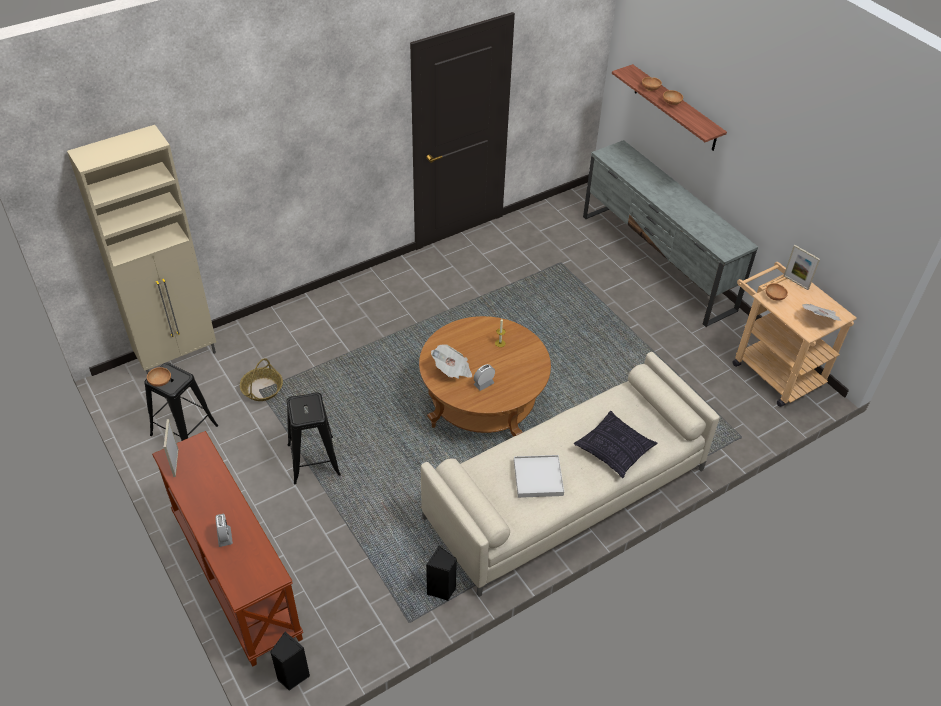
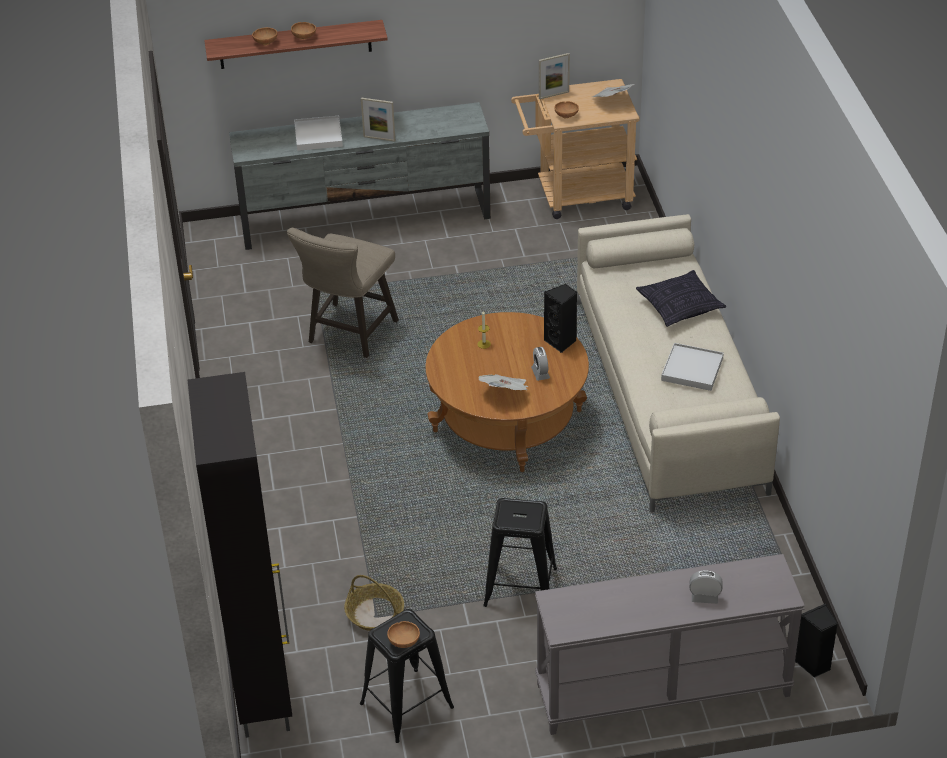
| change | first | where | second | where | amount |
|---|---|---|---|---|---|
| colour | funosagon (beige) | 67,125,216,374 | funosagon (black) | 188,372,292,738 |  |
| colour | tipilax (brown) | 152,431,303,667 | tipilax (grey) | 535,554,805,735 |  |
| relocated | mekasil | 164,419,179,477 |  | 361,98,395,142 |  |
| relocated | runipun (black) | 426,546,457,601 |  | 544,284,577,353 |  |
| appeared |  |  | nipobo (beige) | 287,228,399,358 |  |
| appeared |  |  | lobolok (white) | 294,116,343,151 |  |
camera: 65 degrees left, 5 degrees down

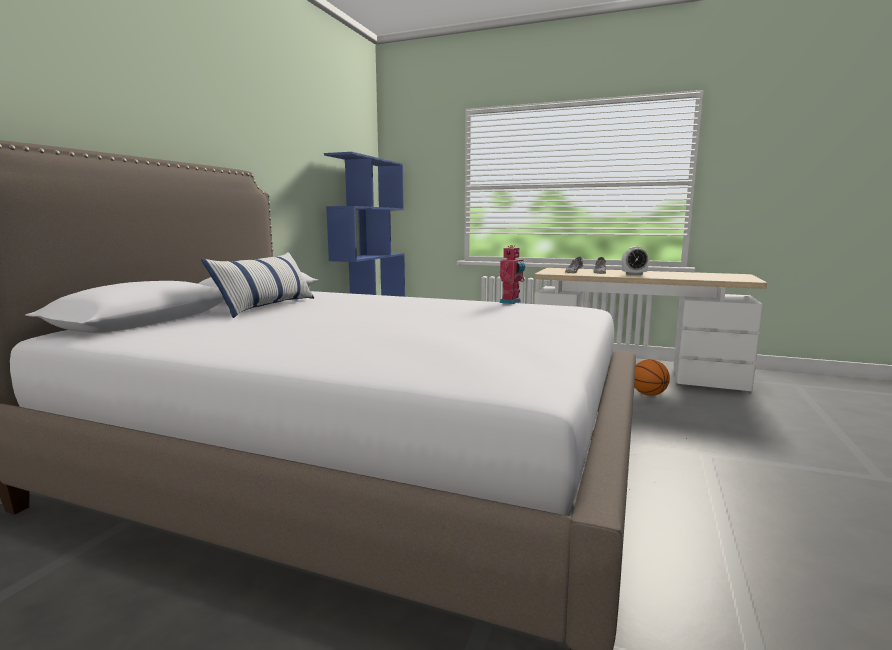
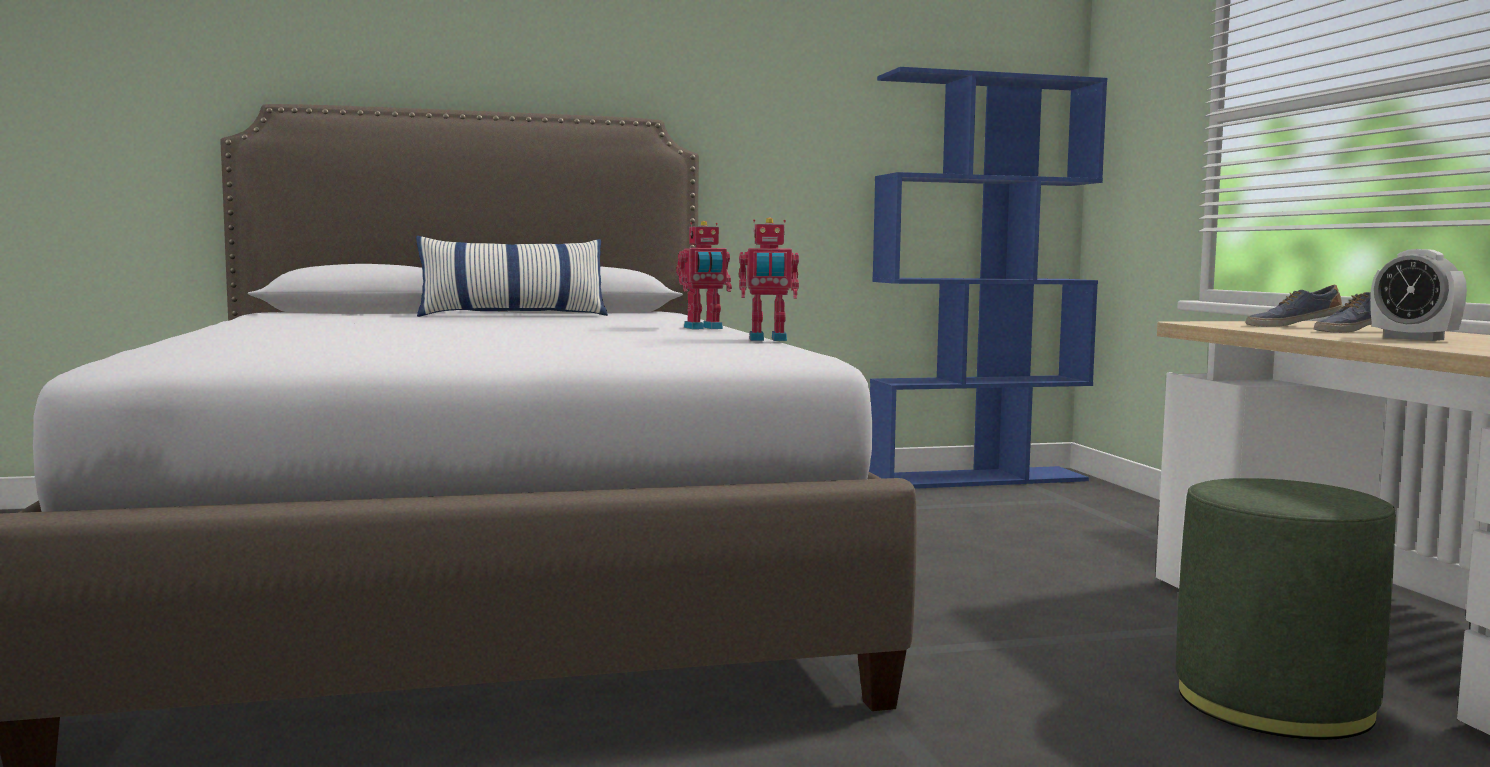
| change | first | where | second | where | amount |
|---|---|---|---|---|---|
| exchanged | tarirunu | 634,359,670,396 | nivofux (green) | 1176,478,1396,740 |  |
| appeared |  |  | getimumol | 676,221,732,329 |  |
camera: 55 degrees right, 5 degrees down

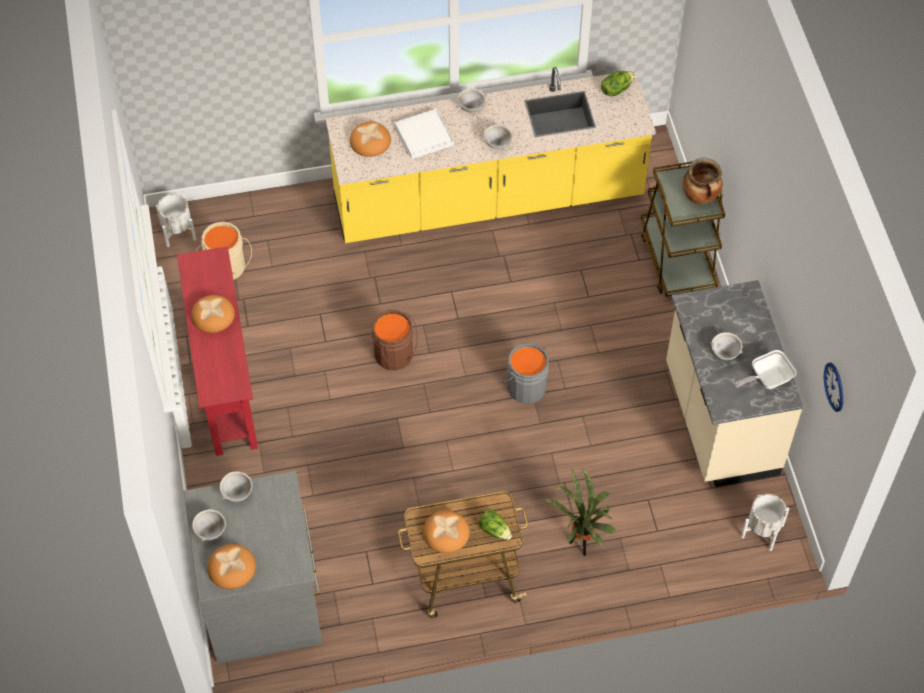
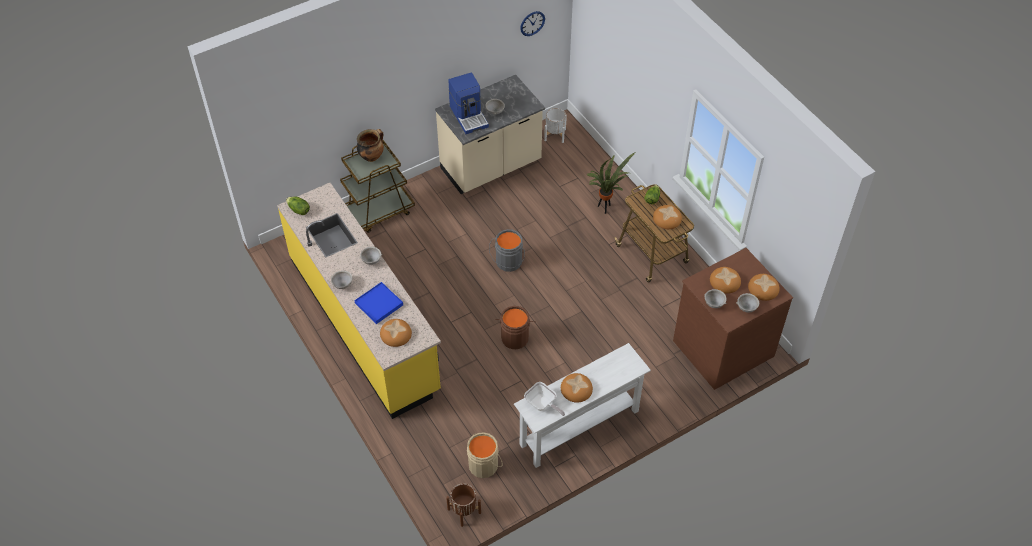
| change | first | where | second | where | amount |
|---|---|---|---|---|---|
| colour | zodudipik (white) | 156,194,196,247 | zodudipik (brown) | 446,483,481,527 |  |
| colour | tipilax (red) | 177,246,258,456 | tipilax (white) | 514,343,651,468 |  |
| colour | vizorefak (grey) | 184,471,322,664 | vizorefak (brown) | 673,248,793,390 |  |
| colour | lobolok (white) | 395,109,454,159 | lobolok (blue) | 355,282,403,324 |  |
| relocated | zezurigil | 735,350,796,389 |  | 524,382,565,416 |  |
| appeared |  |  | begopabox | 448,73,489,134 |  |
| appeared |  |  | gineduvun | 710,267,741,294 |  |
camera: 110 degrees left, 5 degrees down

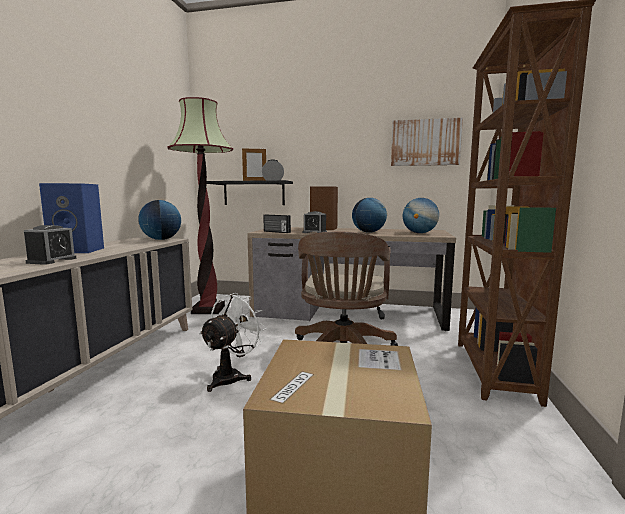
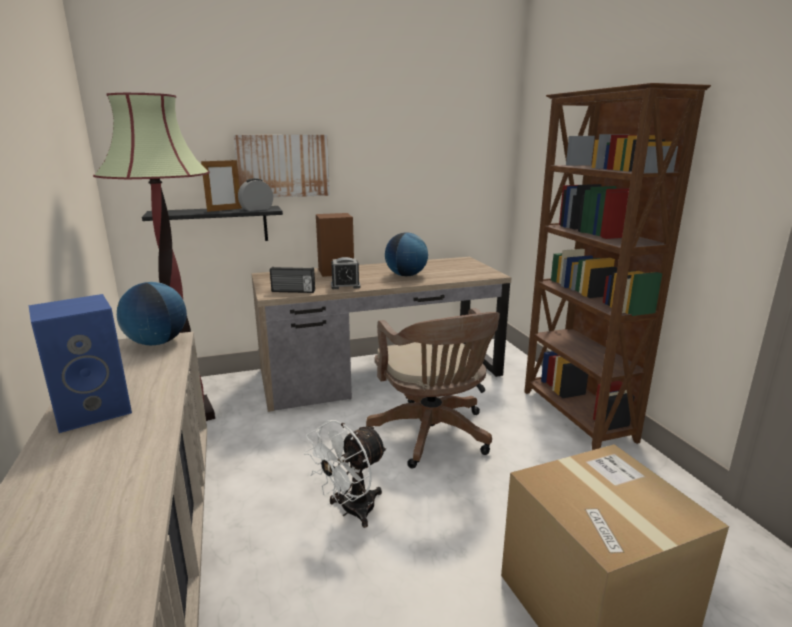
| change | first | where | second | where | amount |
|---|---|---|---|---|---|
| missing | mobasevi | 24,225,76,265 |  |  |  |
| spun | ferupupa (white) | 199,293,267,392 |  | 304,420,387,528 | 135 degrees counterclockwise |
| relocated | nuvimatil | 391,118,463,166 |  | 234,135,330,198 |  |
| missing | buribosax | 403,198,439,233 |  |  |  |
camera: 30 degrees left, 10 degrees up

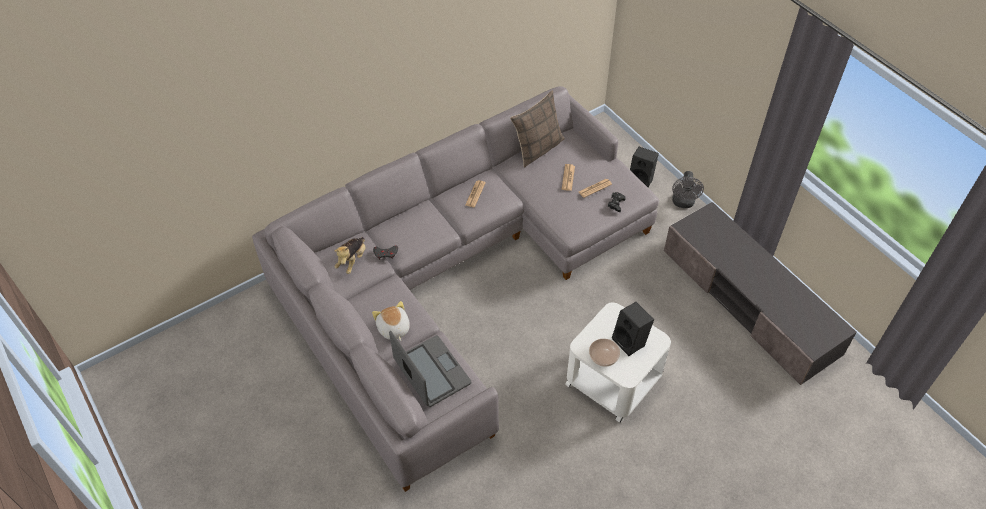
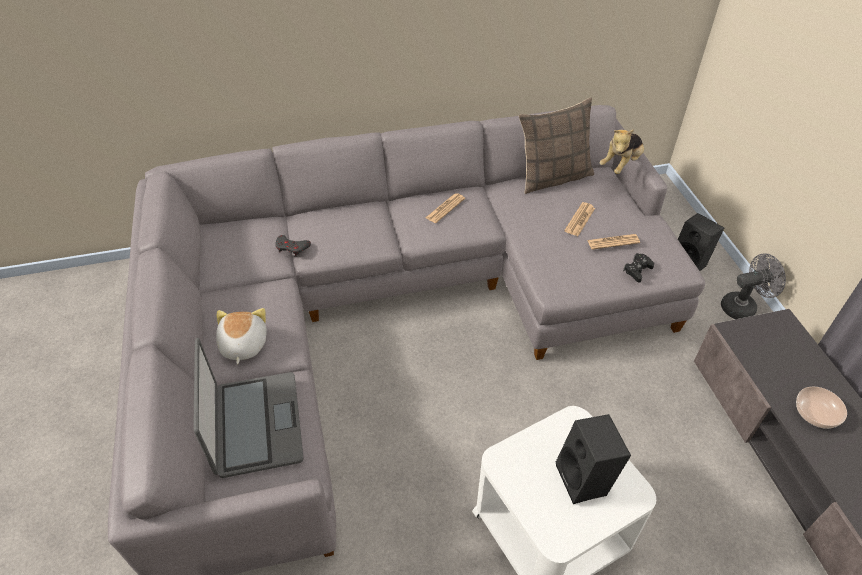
| change | first | where | second | where | amount |
|---|---|---|---|---|---|
| relocated | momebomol | 335,237,366,274 |  | 599,129,644,174 |  |
| relocated | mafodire | 589,339,620,367 |  | 796,387,847,429 |  |
| spun | ferupupa (grey) | 672,171,704,208 |  | 721,253,786,319 | 135 degrees counterclockwise |
camera: 20 degrees right, 5 degrees down

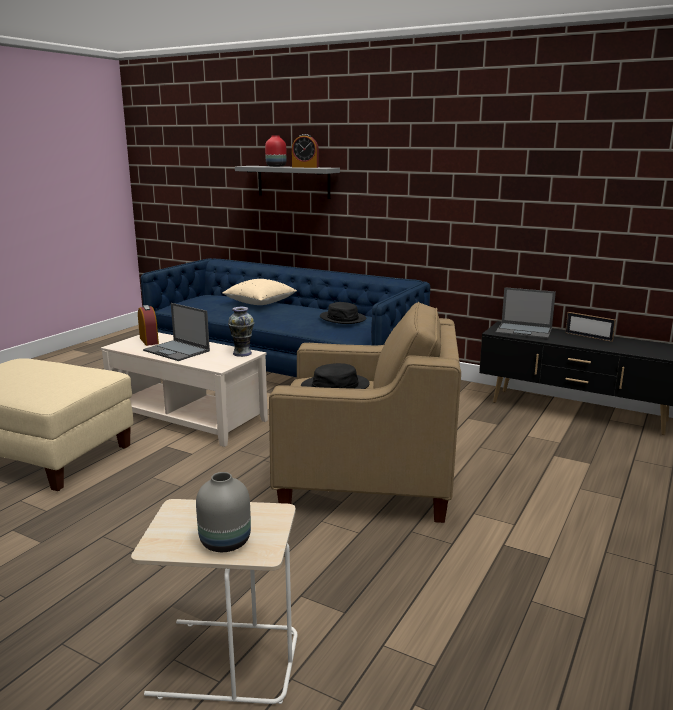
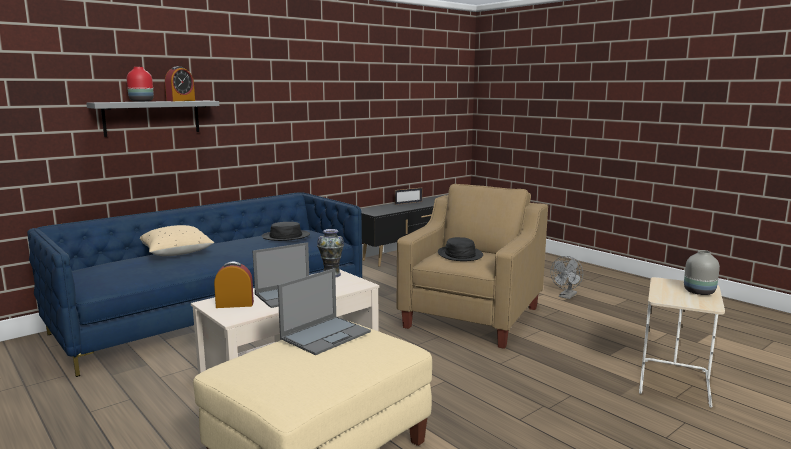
| change | first | where | second | where | amount |
|---|---|---|---|---|---|
| relocated | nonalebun | 495,287,556,339 |  | 278,268,371,355 |  |
| appeared |  |  | ferupupa (grey) | 551,256,583,299 |  |
camera: 70 degrees left, 5 degrees down

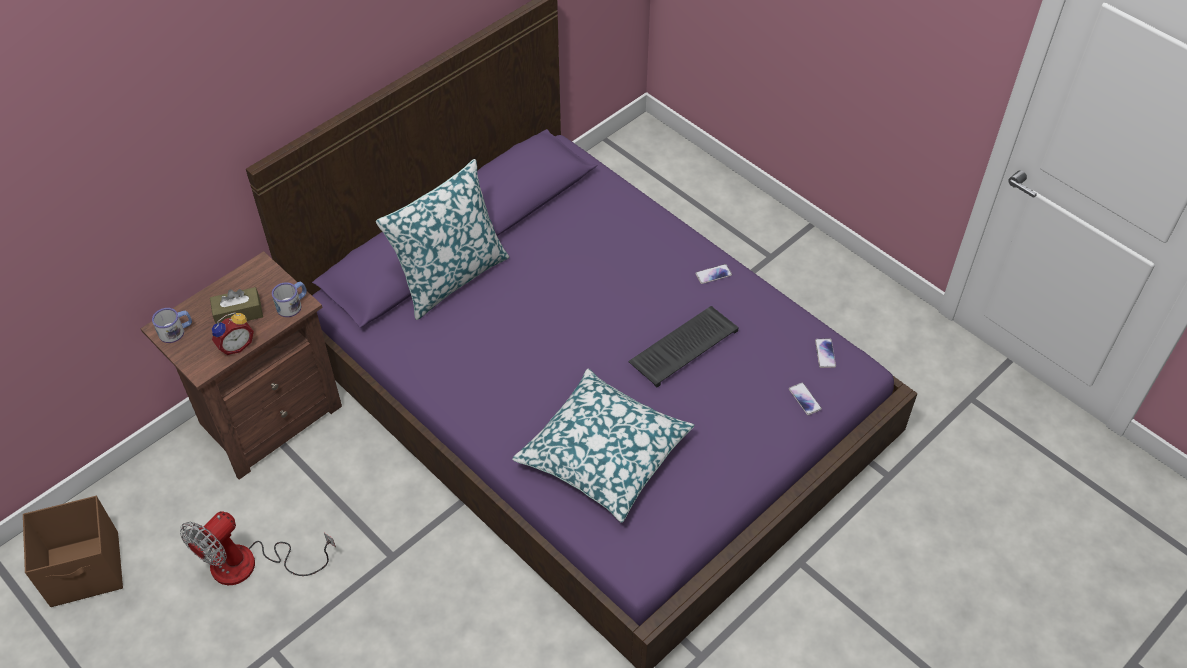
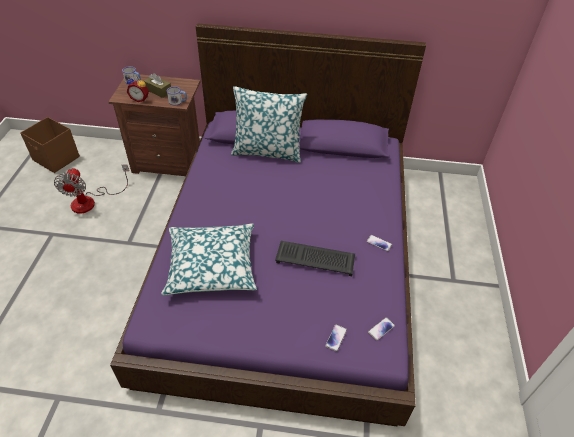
| change | first | where | second | where | amount |
|---|---|---|---|---|---|
| spun | ferupupa | 180,511,336,585 |  | 54,165,129,214 | 90 degrees counterclockwise |
camera: 50 degrees right, 5 degrees down

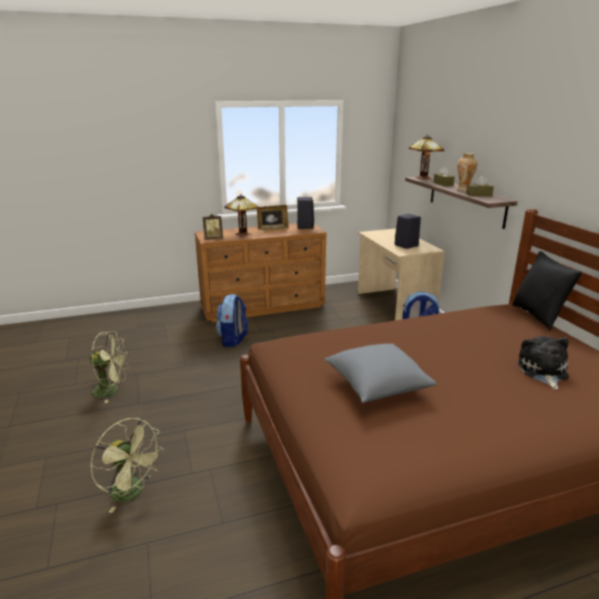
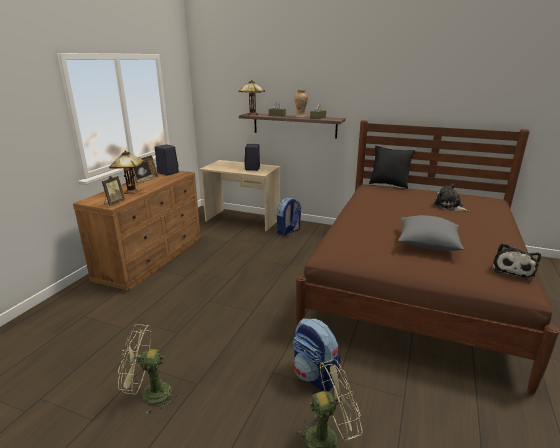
| change | first | where | second | where | amount |
|---|---|---|---|---|---|
| spun | ferupupa (green) | 89,331,129,403 |  | 118,324,178,414 | 135 degrees counterclockwise |
| relocated | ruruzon | 216,294,248,347 |  | 293,318,341,391 |  |
| appeared |  |  | momebomol | 492,243,541,279 |  |
camera: 50 degrees left, 0 degrees up

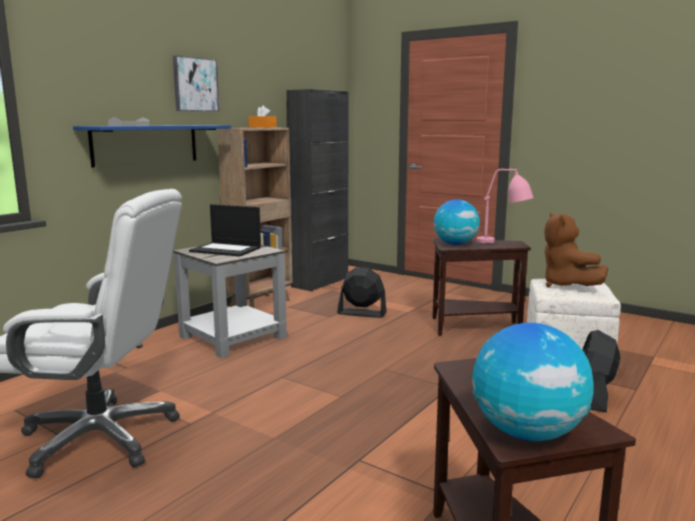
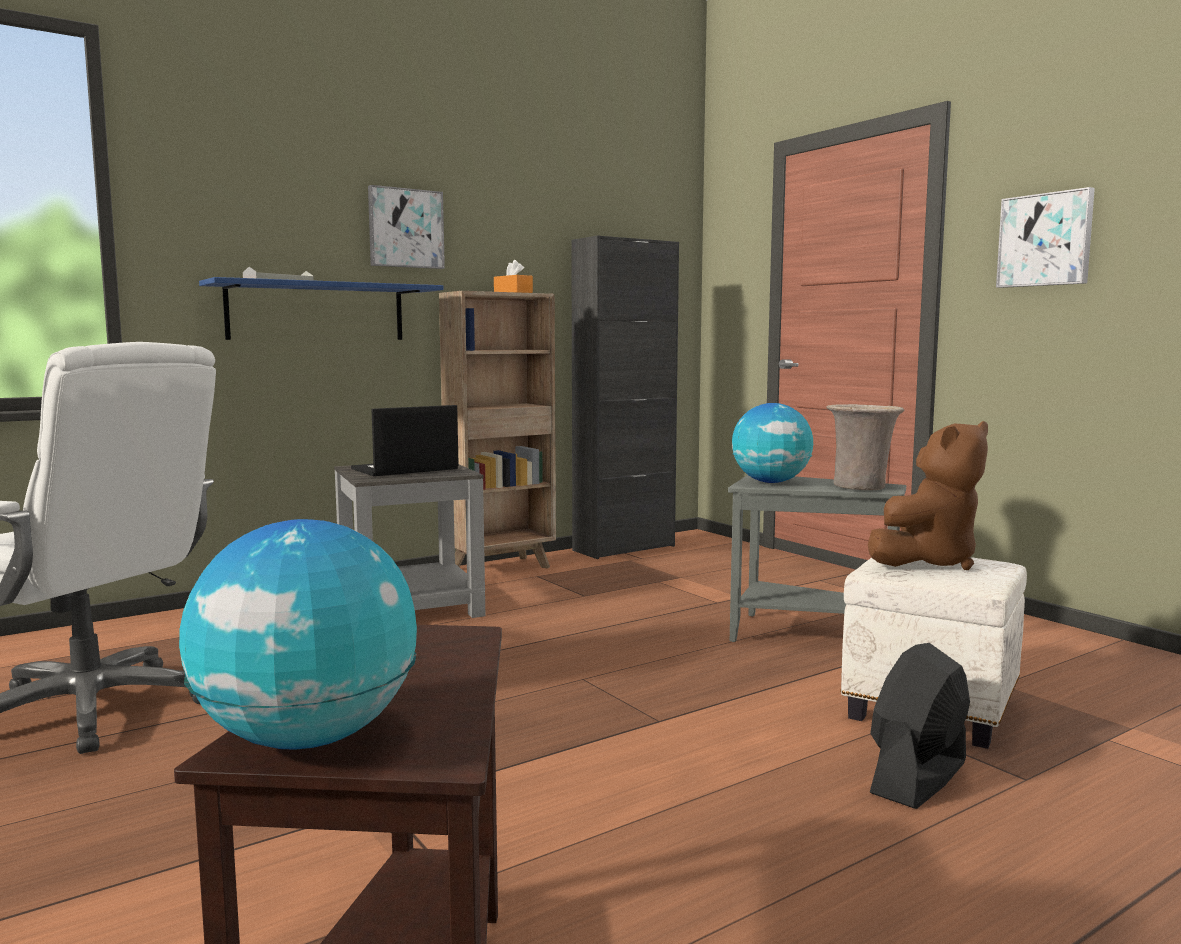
| change | first | where | second | where | amount |
|---|---|---|---|---|---|
| spun | nonalebun | 189,204,261,257 |  | 351,405,459,476 | 105 degrees clockwise |
| missing | ferupupa (black) | 337,267,387,318 |  |  |  |
| colour | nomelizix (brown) | 432,238,531,336 | nomelizix (grey) | 728,475,906,642 |  |
| exchanged | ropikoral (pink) | 477,169,534,243 | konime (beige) | 826,404,904,490 |  |
| spun | momebomol (brown) | 544,212,608,287 |  | 868,421,988,570 | 135 degrees counterclockwise |
| appeared |  |  | nuvimatil | 996,187,1095,288 |  |
camera: 20 degrees right, 5 degrees down

